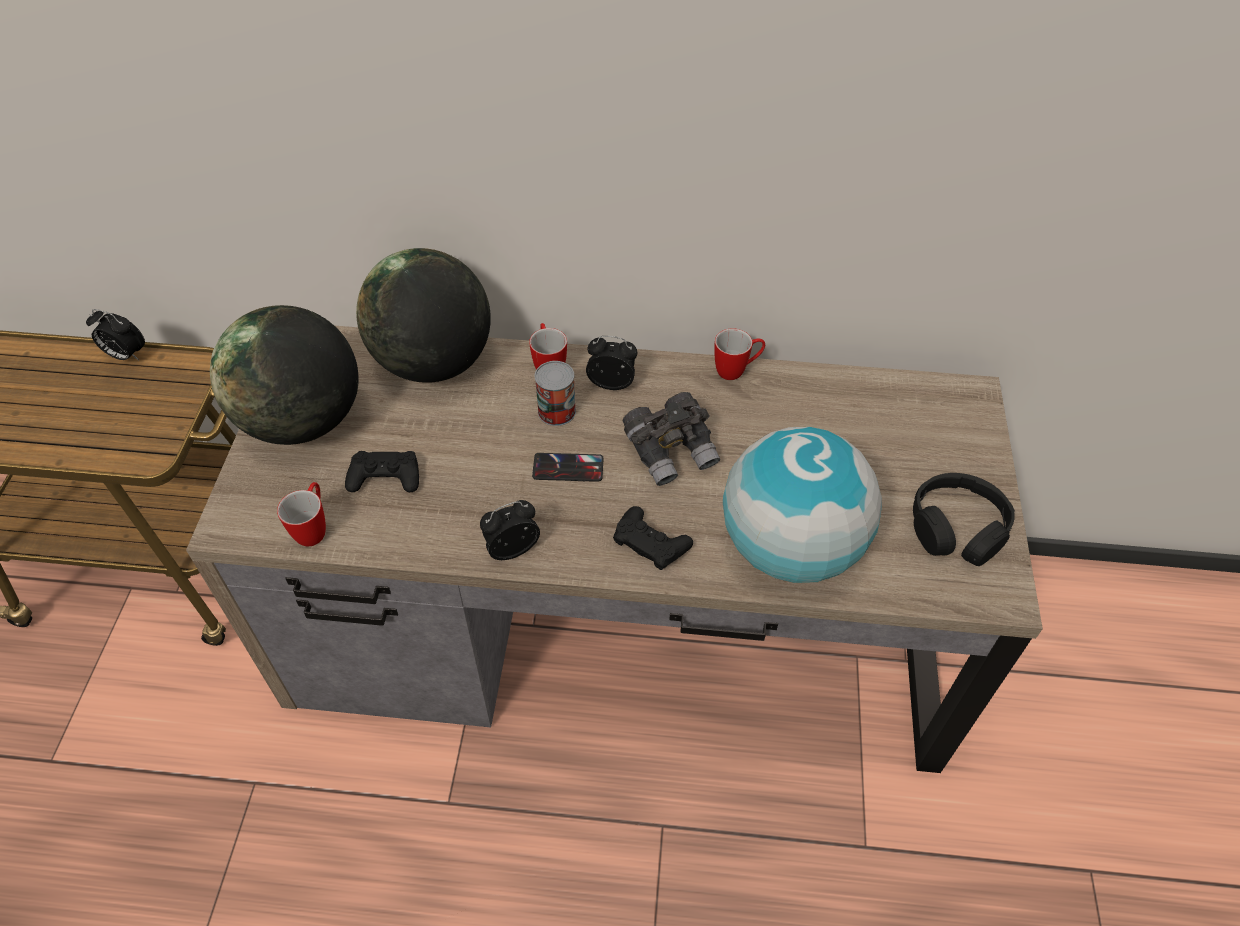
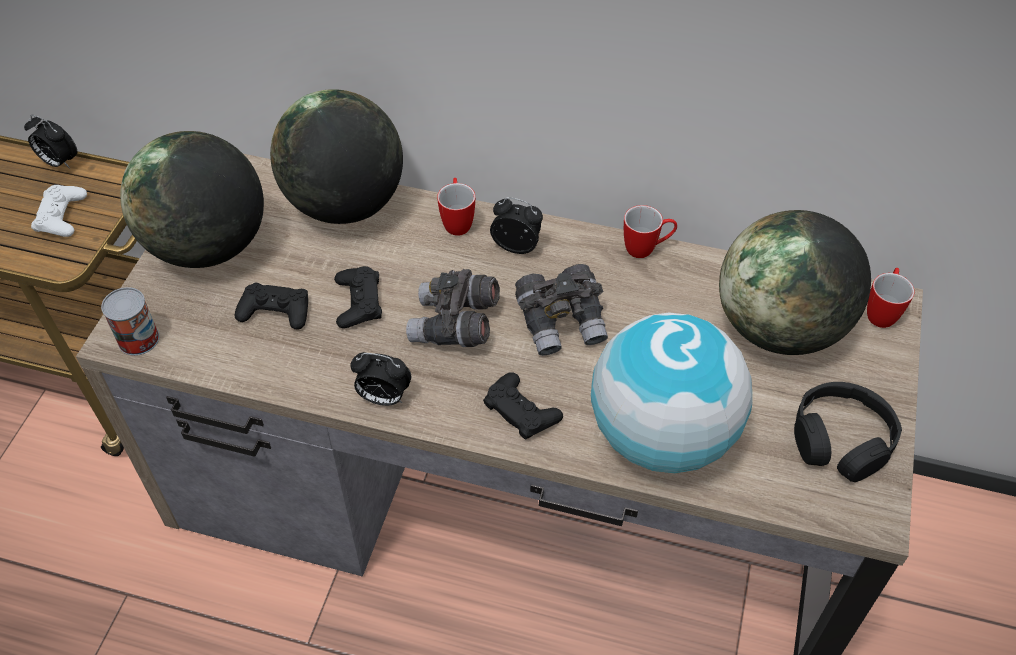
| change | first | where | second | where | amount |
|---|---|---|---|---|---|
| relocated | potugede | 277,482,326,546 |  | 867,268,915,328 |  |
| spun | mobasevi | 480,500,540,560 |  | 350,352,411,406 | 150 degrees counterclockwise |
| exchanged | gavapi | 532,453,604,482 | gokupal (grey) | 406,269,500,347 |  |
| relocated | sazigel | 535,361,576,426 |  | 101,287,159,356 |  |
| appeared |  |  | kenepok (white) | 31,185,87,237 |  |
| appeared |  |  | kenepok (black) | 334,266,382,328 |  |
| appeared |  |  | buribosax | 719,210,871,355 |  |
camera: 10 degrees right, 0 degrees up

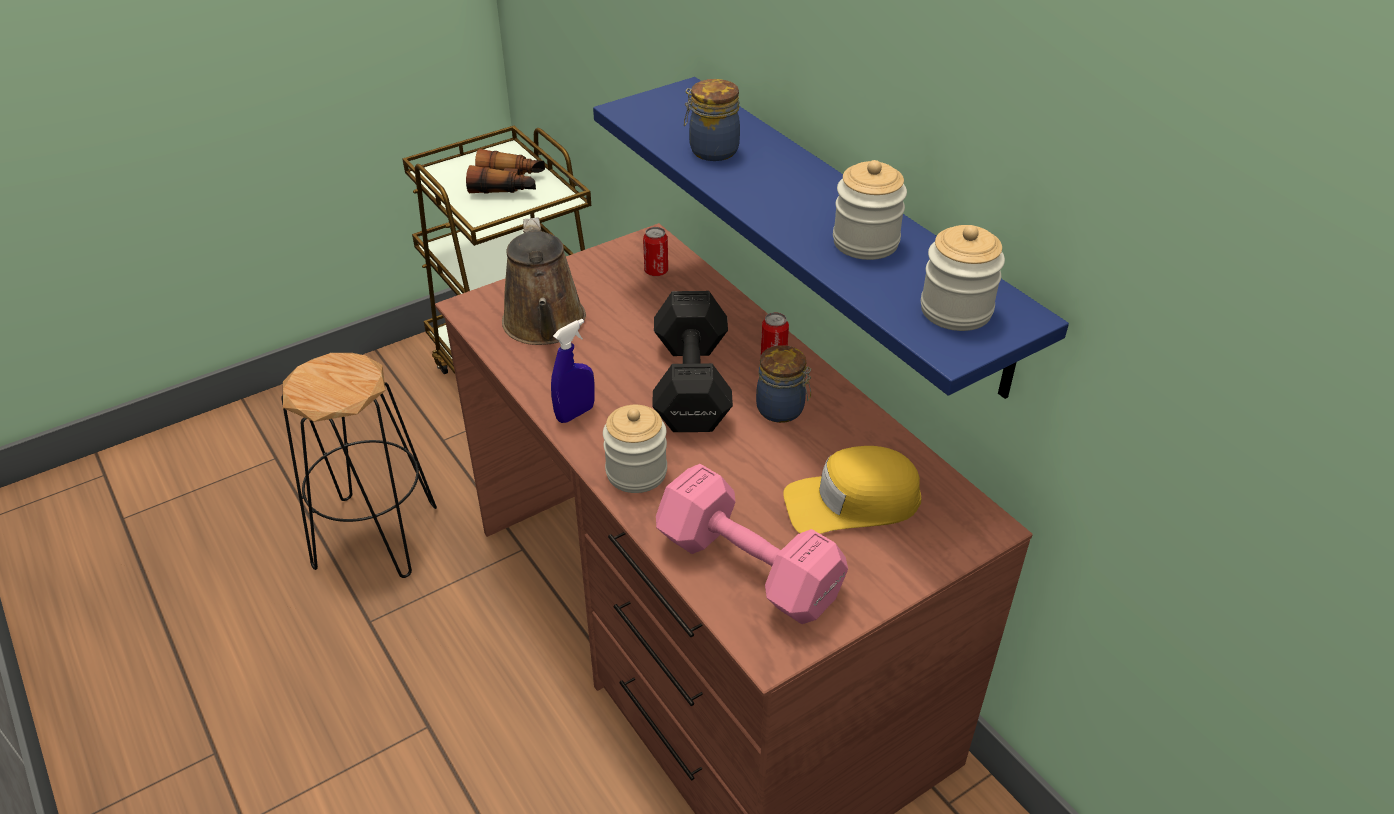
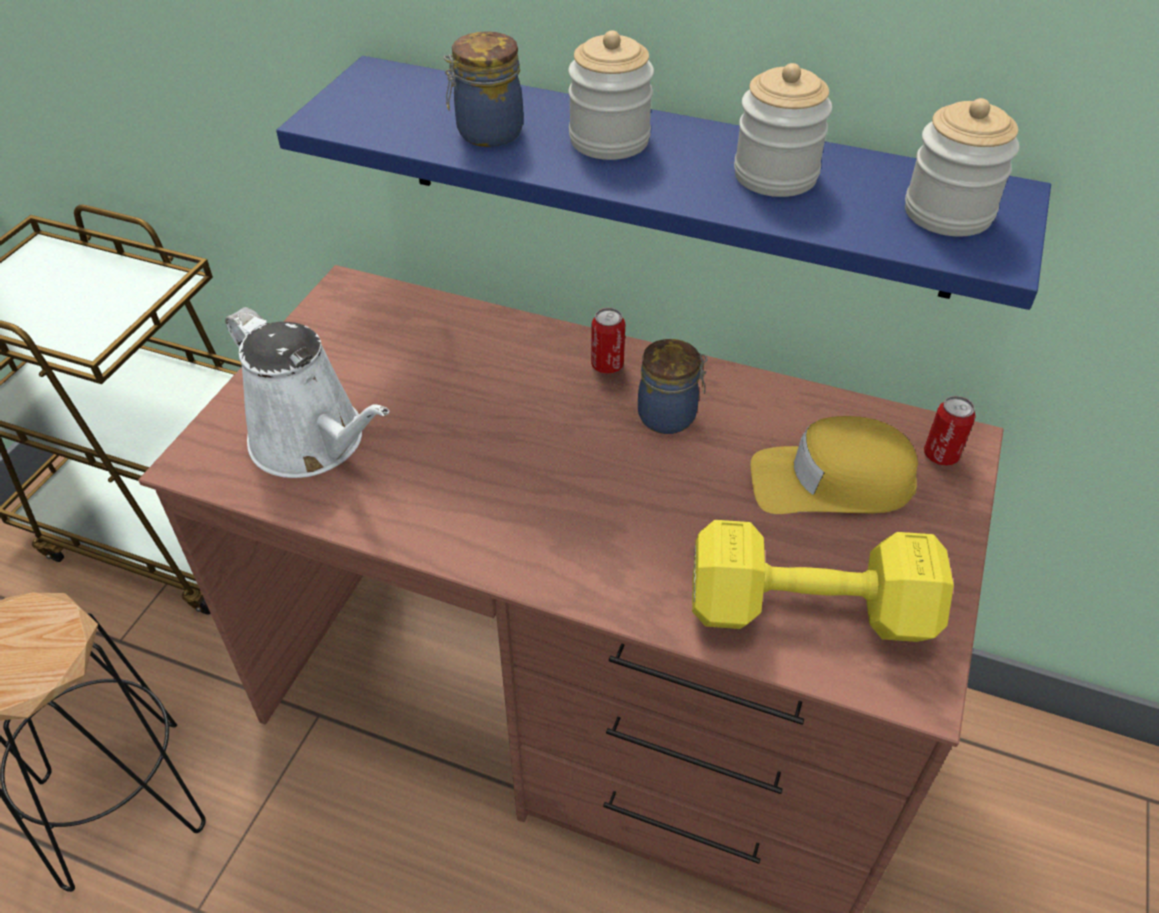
| change | first | where | second | where | amount |
|---|---|---|---|---|---|
| missing | gokupal | 466,149,545,194 |  |  |  |
| colour | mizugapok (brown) | 502,217,586,345 | mizugapok (white) | 225,307,389,478 |  |
| missing | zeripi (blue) | 551,319,595,423 |  |  |  |
| relocated | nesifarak | 603,405,667,493 |  | 568,30,654,160 |  |
| relocated | sazigel | 643,227,668,276 |  | 924,396,976,466 |  |
| missing | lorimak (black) | 652,291,733,432 |  |  |  |
| colour | lorimak (pink) | 656,464,848,624 | lorimak (yellow) | 692,520,954,642 |  |
| spun | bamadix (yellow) | 783,446,922,534 |  | 750,416,918,514 | 45 degrees clockwise |
camera: 35 degrees left, 5 degrees up

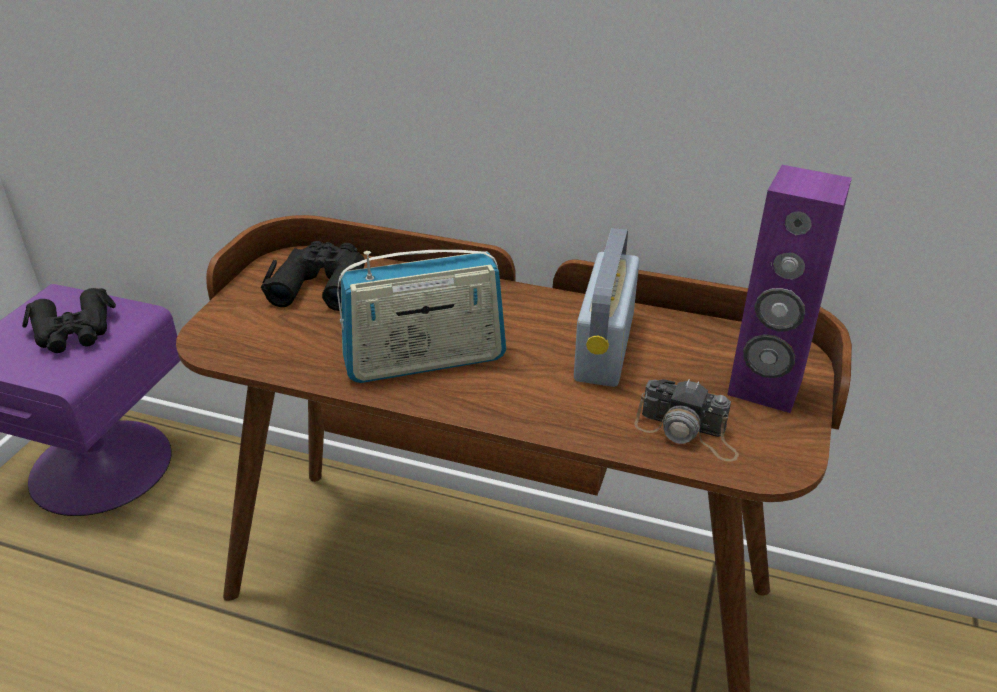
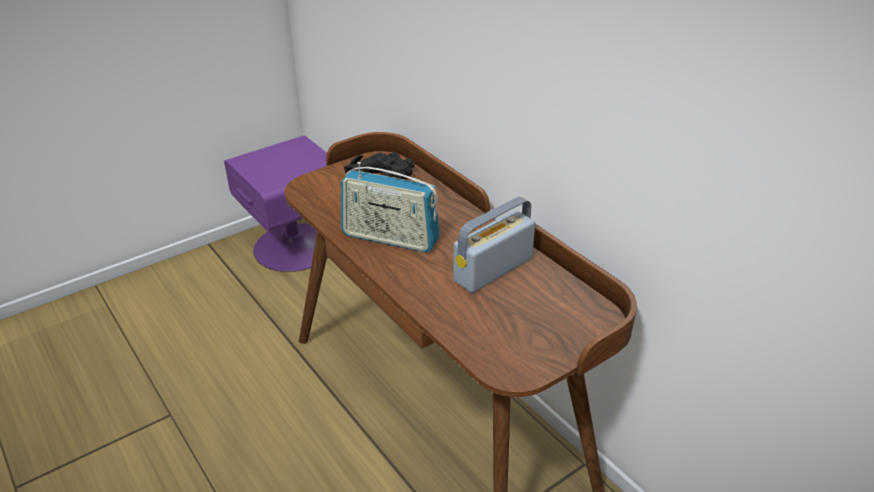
| change | first | where | second | where | amount |
|---|---|---|---|---|---|
| missing | gokupal (black) | 22,288,116,353 |  |  |  |
| missing | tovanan | 634,379,739,461 |  |  |  |
| missing | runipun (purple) | 727,165,852,413 |  |  |  |
camera: 35 degrees right, 0 degrees up

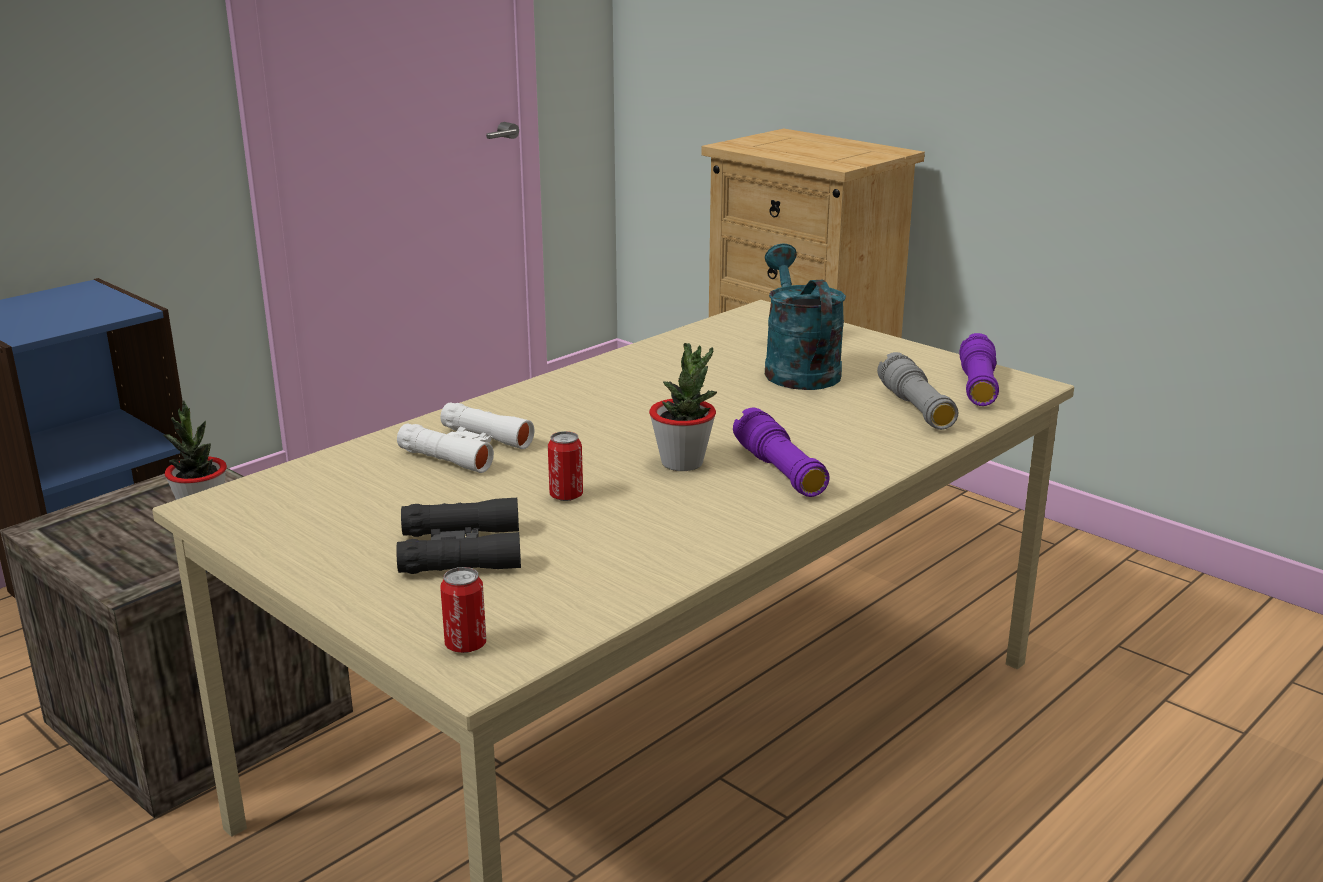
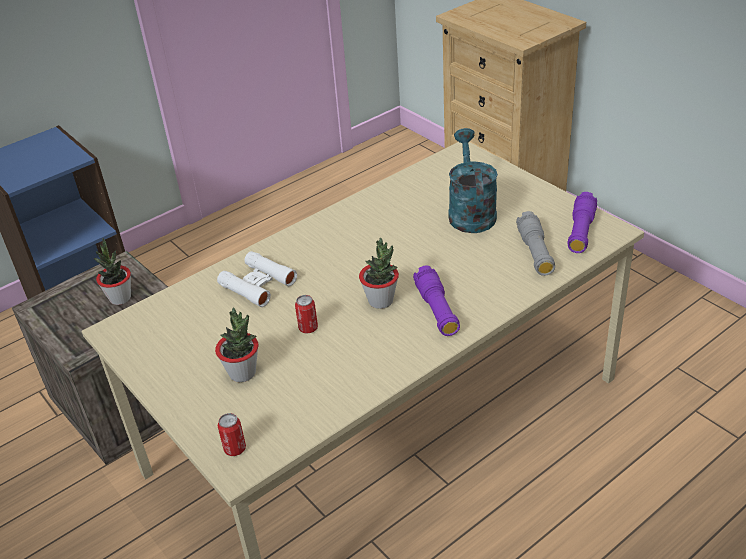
| change | first | where | second | where | amount |
|---|---|---|---|---|---|
| exchanged | gokupal (black) | 396,497,521,574 | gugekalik | 215,307,258,382 |  |
camera: 10 degrees right, 15 degrees up

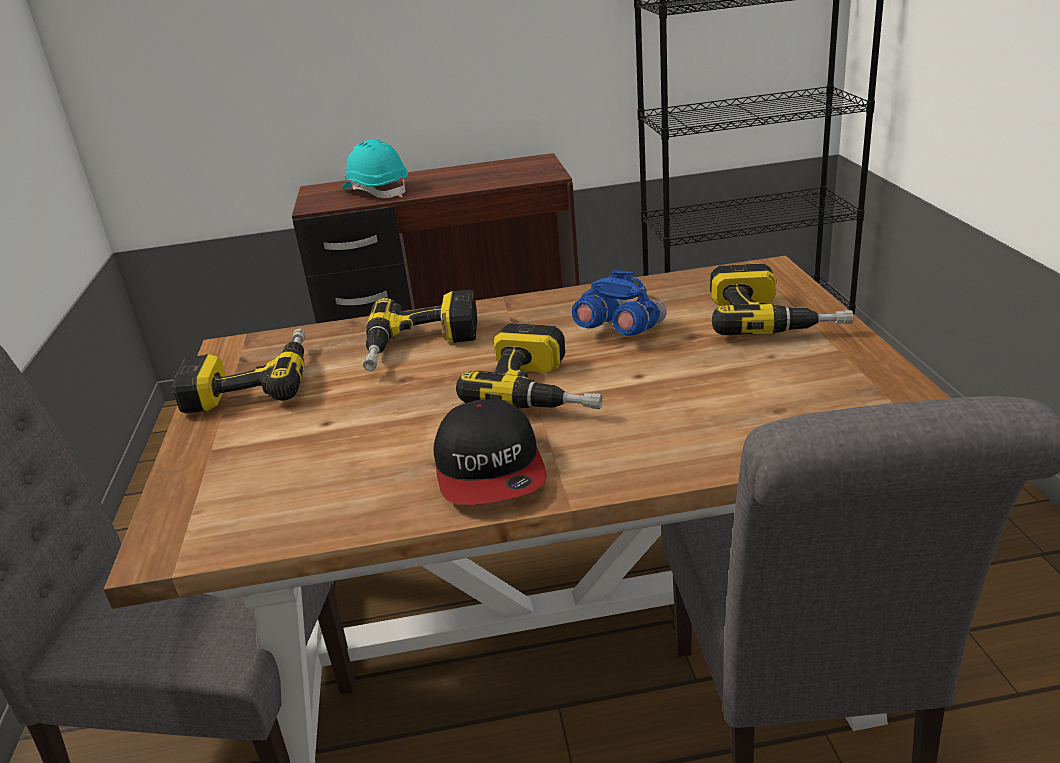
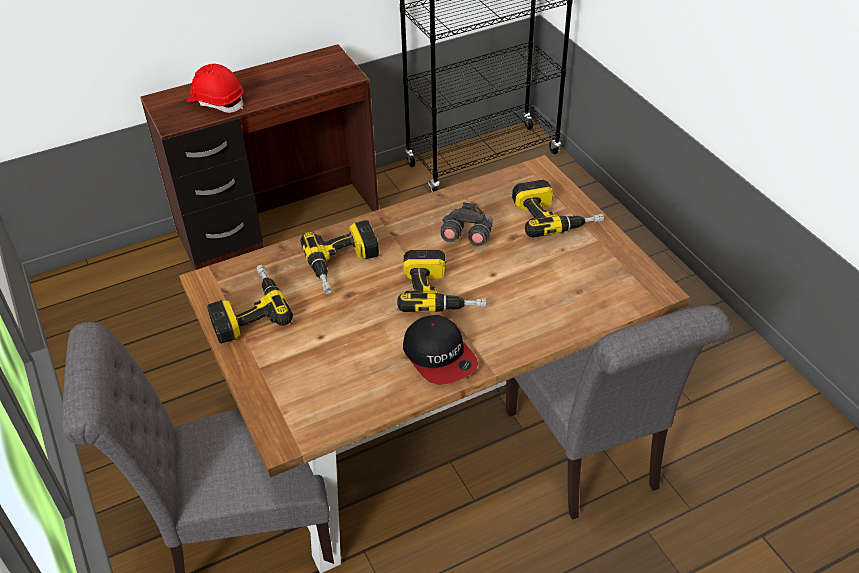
| change | first | where | second | where | amount |
|---|---|---|---|---|---|
| colour | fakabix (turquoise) | 343,140,408,198 | fakabix (red) | 187,64,244,113 |  |
| colour | gokupal (blue) | 572,270,667,336 | gokupal (grey) | 441,202,493,246 |  |
camera: 20 degrees left, 15 degrees up

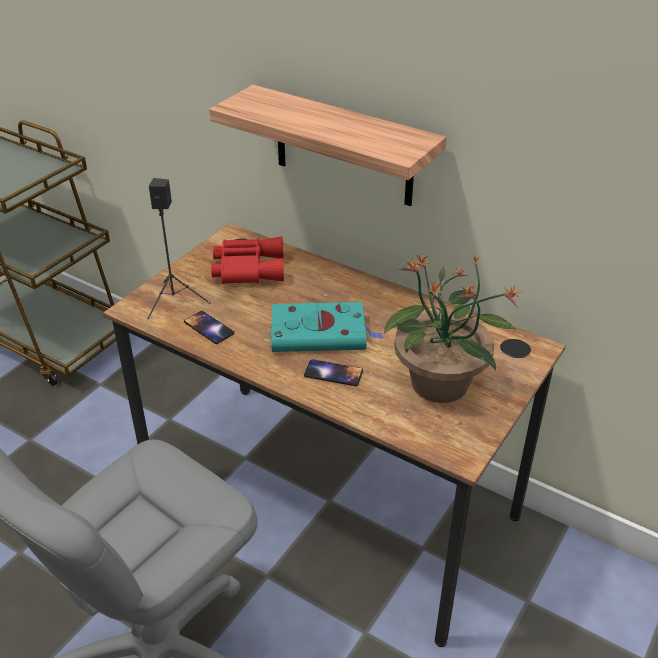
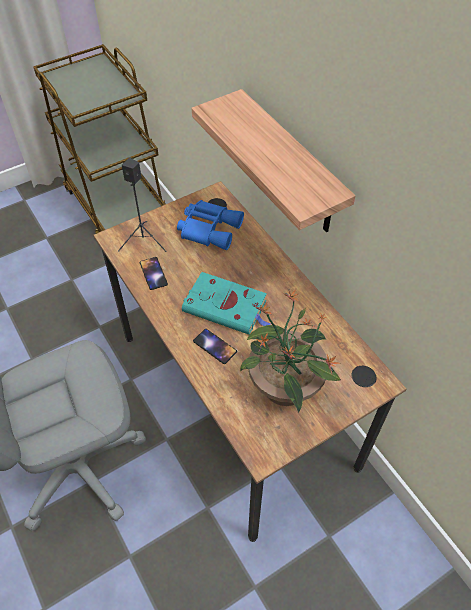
| change | first | where | second | where | amount |
|---|---|---|---|---|---|
| colour | gokupal (red) | 211,236,284,284 | gokupal (blue) | 177,200,244,250 |  |
camera: 25 degrees right, 15 degrees up

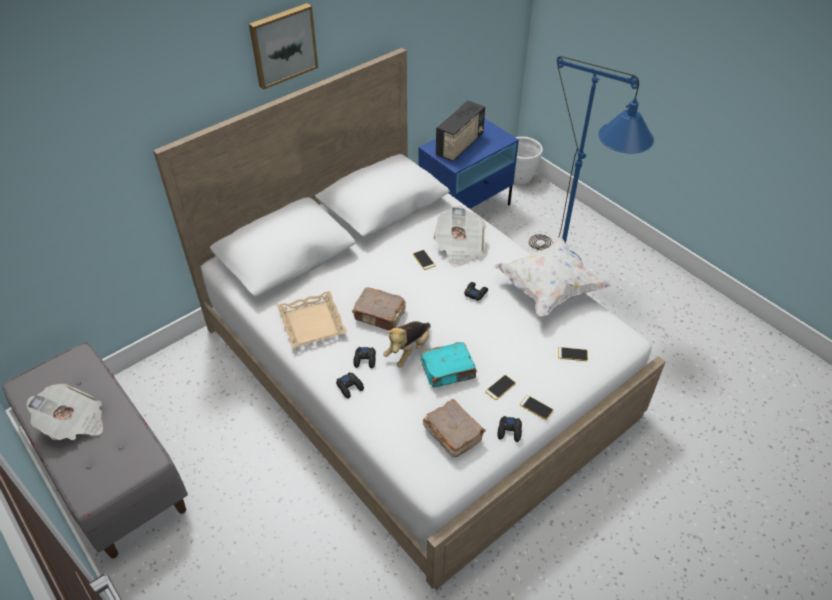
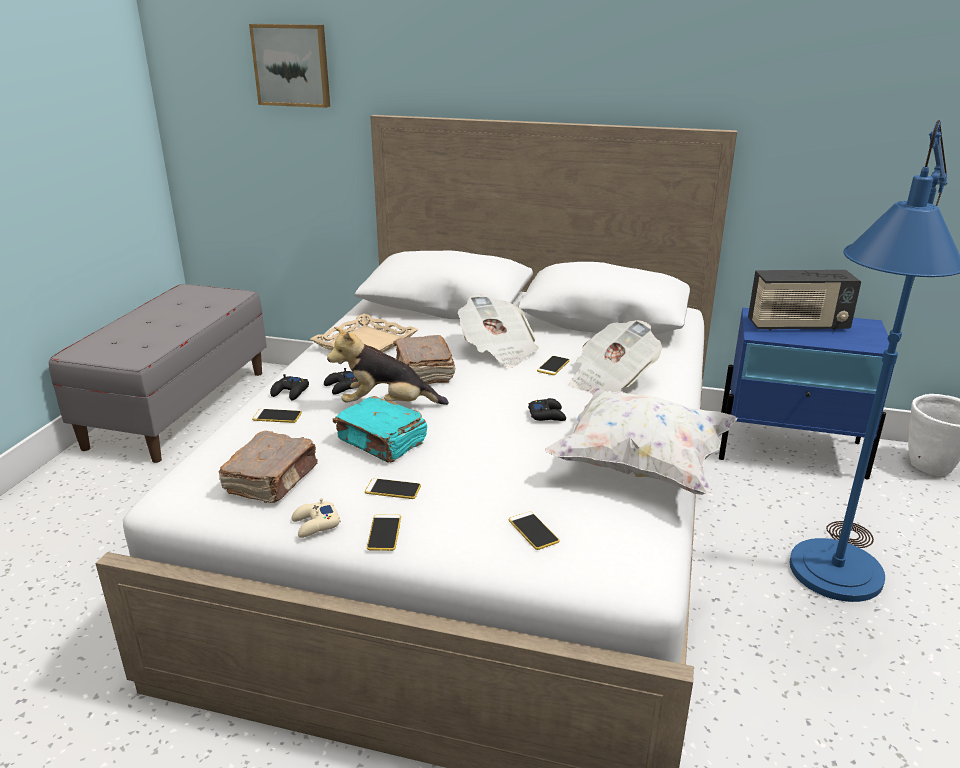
| change | first | where | second | where | amount |
|---|---|---|---|---|---|
| relocated | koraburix | 26,384,103,441 |  | 458,295,539,368 |  |
| relocated | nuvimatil | 249,3,318,90 |  | 249,24,330,108 |  |
| colour | kenepok (black) | 498,416,522,442 | kenepok (beige) | 292,498,341,538 |  |
| appeared |  |  | gavapi | 252,409,302,423 |  |
camera: 55 degrees right, 20 degrees down

